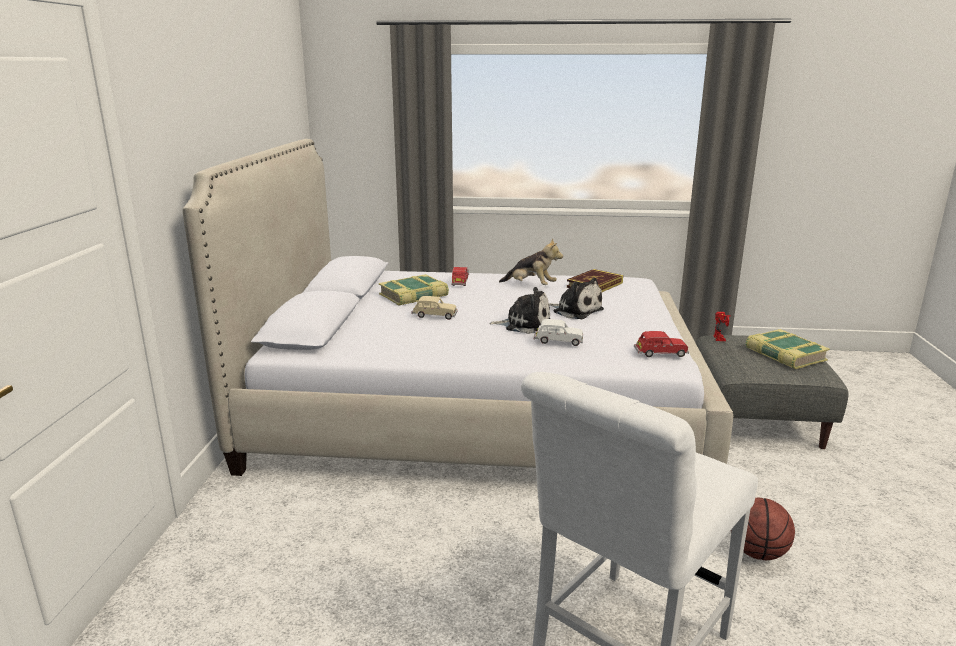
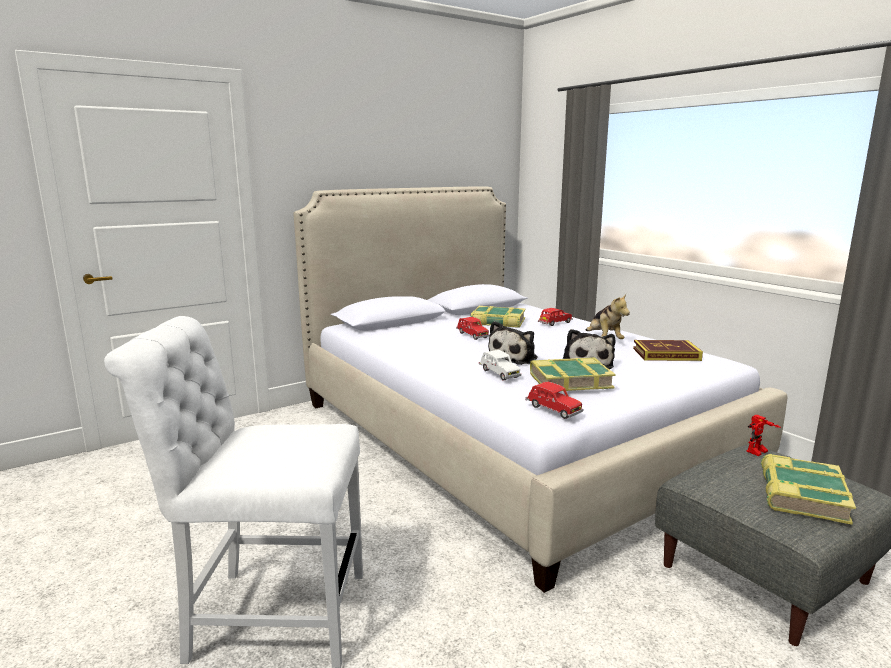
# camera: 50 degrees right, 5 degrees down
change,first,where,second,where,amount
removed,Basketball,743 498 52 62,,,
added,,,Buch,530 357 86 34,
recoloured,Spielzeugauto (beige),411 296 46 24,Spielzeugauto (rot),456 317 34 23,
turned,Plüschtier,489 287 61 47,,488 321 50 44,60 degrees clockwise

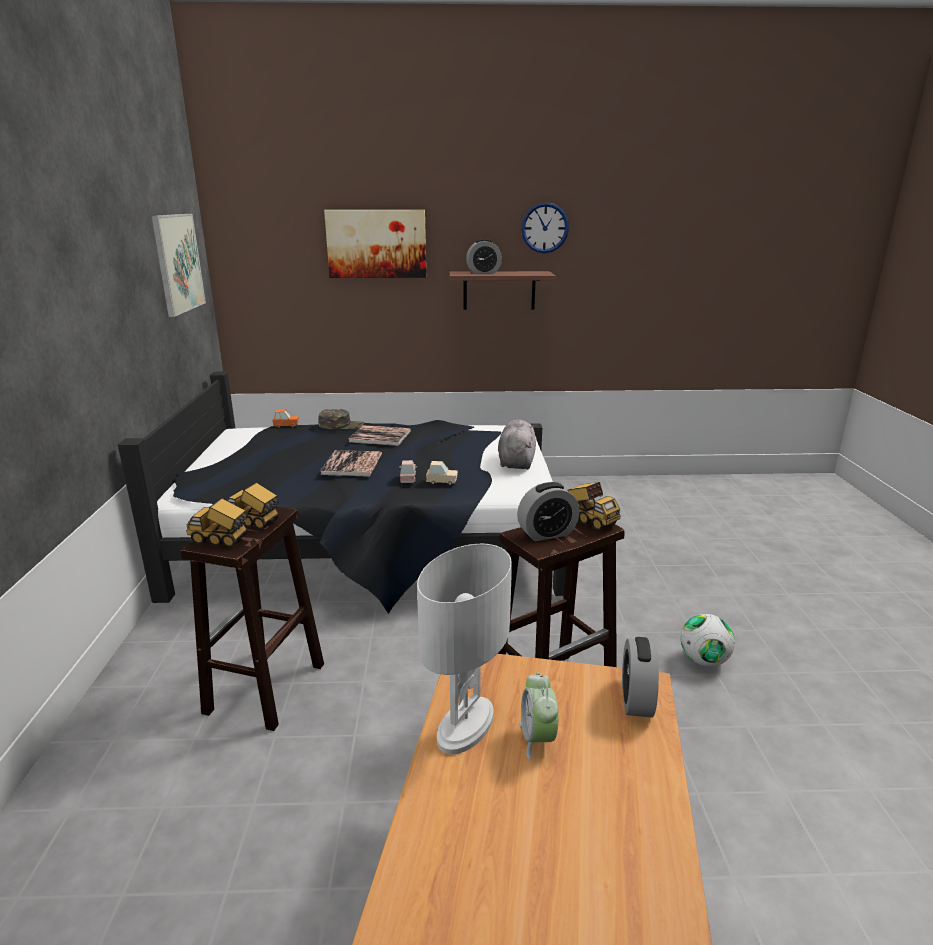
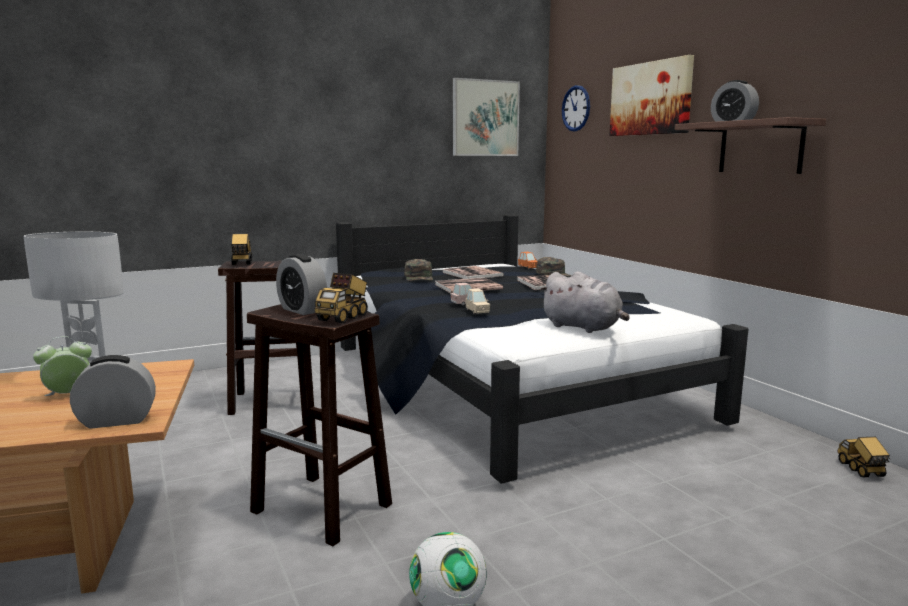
# camera: 65 degrees right, 10 degrees down
change,first,where,second,where,amount
added,,,Kappe (grün),404 259 29 22,
added,,,Buch,442 266 62 13,
moved,Spielzeuglaster,226 482 53 48,,837 437 53 40,
moved,Wanduhr,521 202 48 51,,562 85 28 46,
turned,Plüschtier (grau),498 420 38 49,,540 272 90 61,60 degrees clockwise

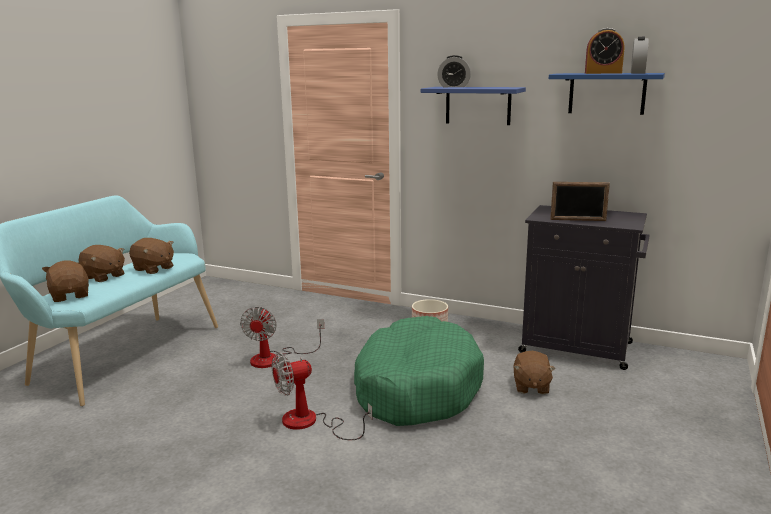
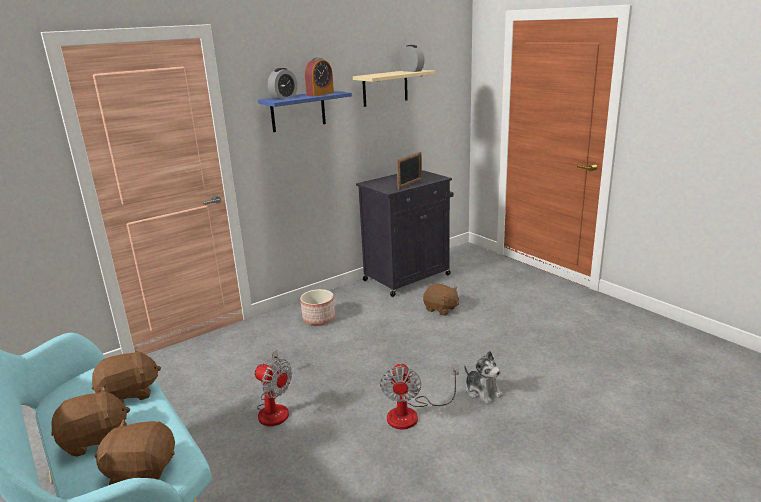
# camera: 60 degrees left, 5 degrees up
change,first,where,second,where,amount
removed,Hundebett (grün),354 316 130 110,,,
added,,,Plüschtier,464 351 39 53,
moved,Wecker,585 28 39 46,,305 58 29 38,
recoloured,Wandregal (blau),549 73 116 42,Wandregal (beige),353 70 82 37,

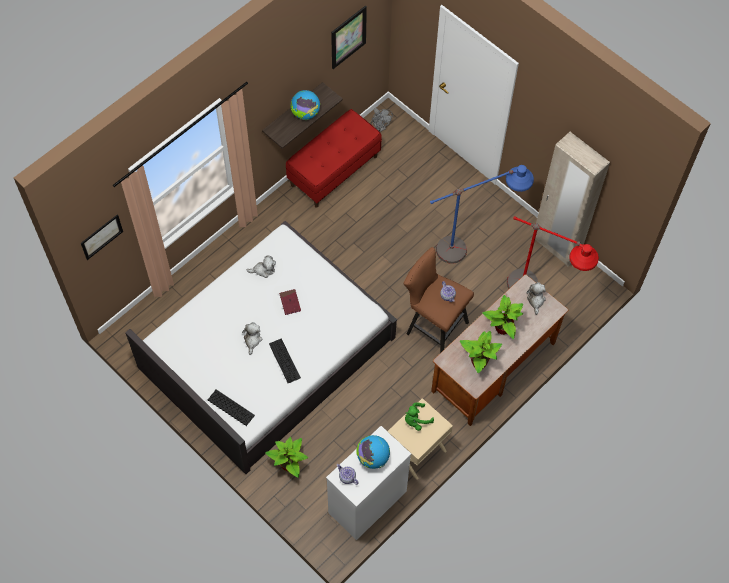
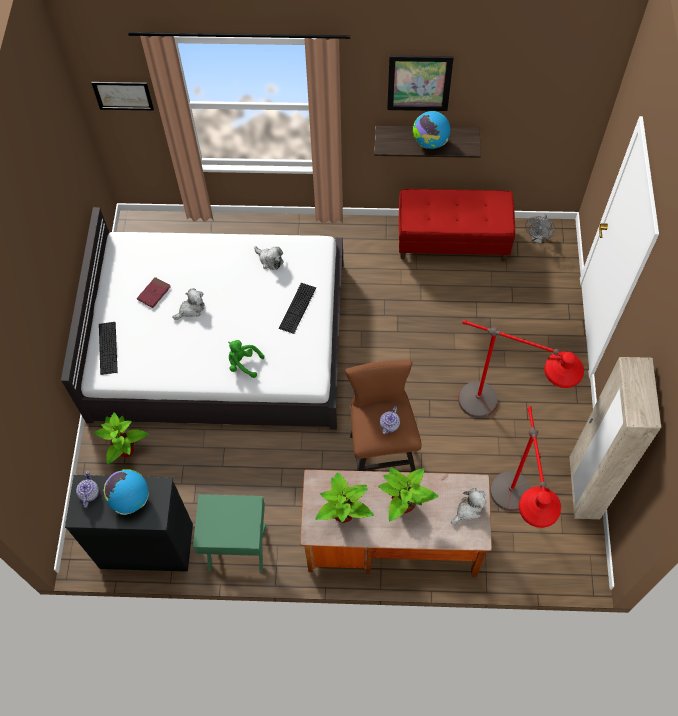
# camera: 50 degrees right, 0 degrees up
change,first,where,second,where,amount
moved,Tastatur,269 338 32 45,,279 283 37 51,
moved,Buch (rot),279 289 22 26,,137 277 34 31,
moved,Bild,331 5 36 64,,387 55 67 56,
moved,Plüschtier (grün),405 402 29 29,,228 340 37 38,
recoloured,Kommode (weiß),326 426 85 114,Kommode (schwarz),65 475 128 97,
recoloured,Nachttisch (beige),387 398 66 82,Nachttisch (grün),193 494 73 79,
recoloured,Stehlampe (blau),430 165 104 99,Stehlampe (rot),458 320 126 98,

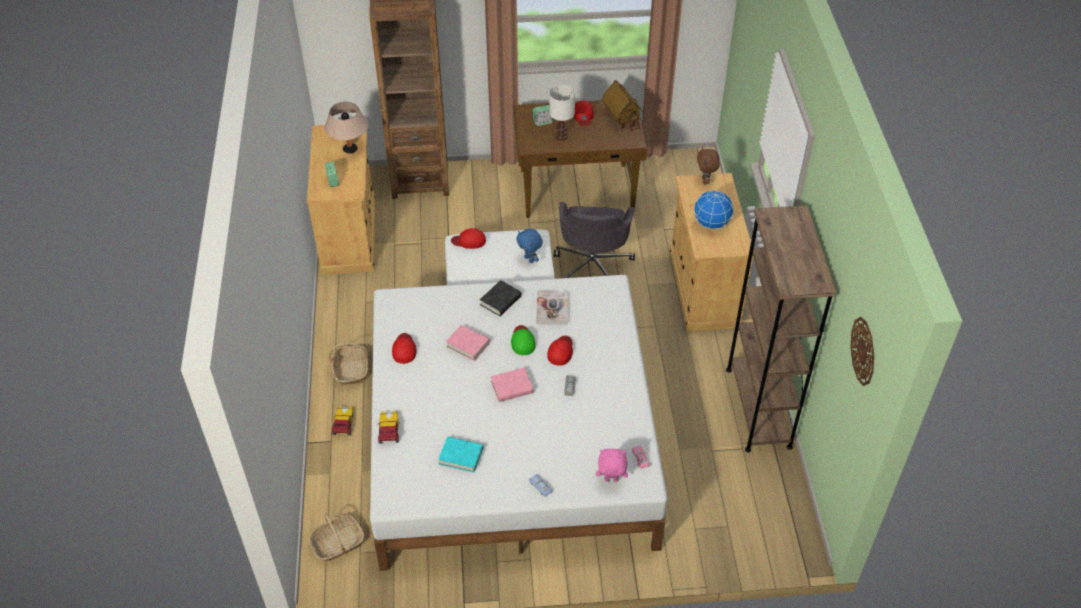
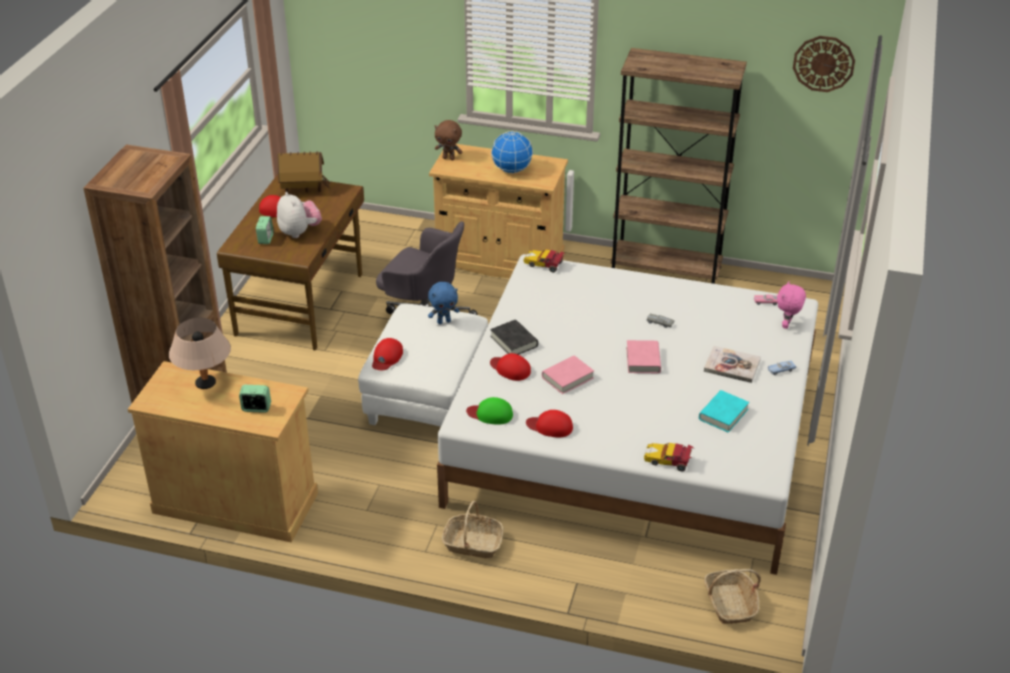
# camera: 70 degrees left, 10 degrees down
change,first,where,second,where,amount
moved,Spielzeugauto,332 406 22 29,,523 249 42 24,
moved,Kappe (grün),511 325 24 30,,466 397 47 28,
moved,Buch,536 291 32 34,,704 346 57 37,
moved,Kappe (rot),547 336 26 30,,490 353 41 28,
replaced,Tischlampe (weiß),549 85 26 55,Plüschtier,277 192 45 46,

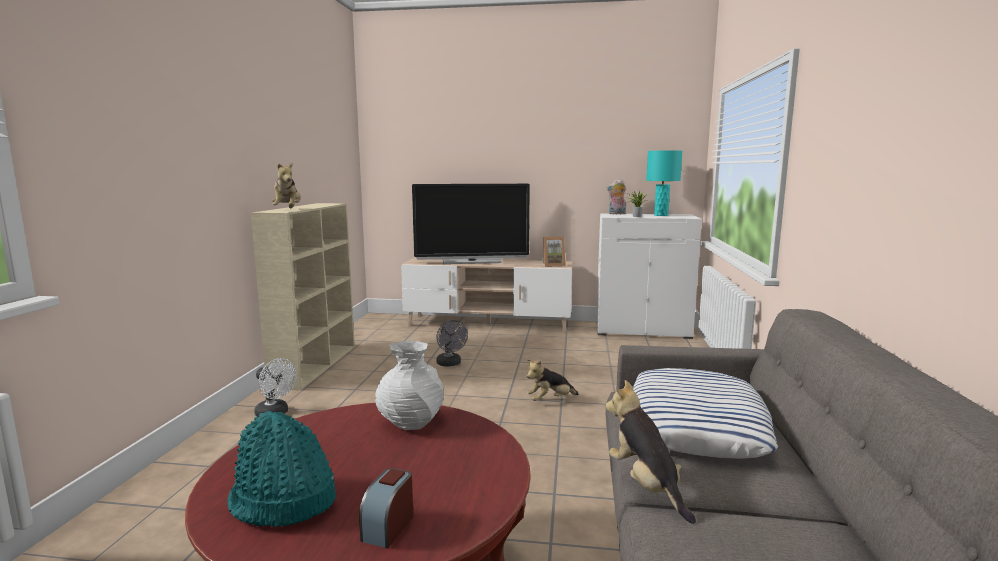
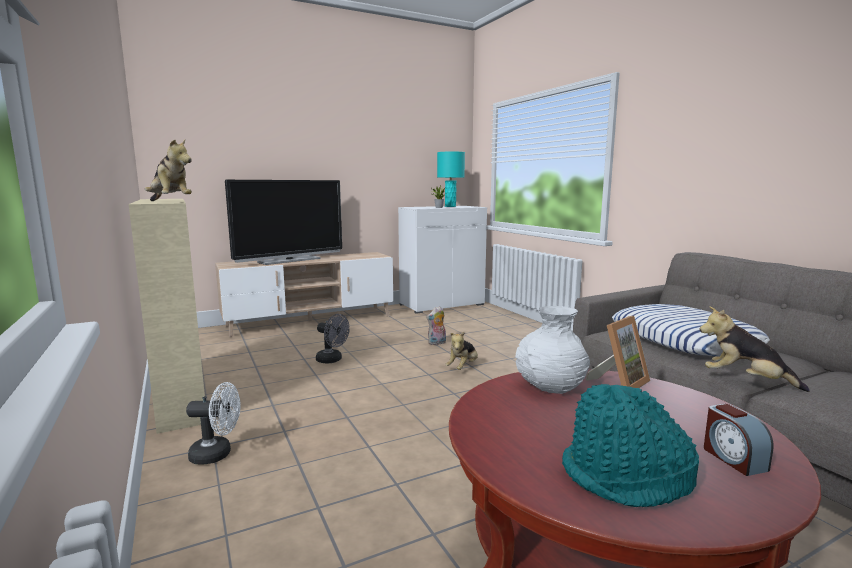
# camera: 35 degrees left, 0 degrees up
change,first,where,second,where,amount
moved,Bilderrahmen,542 237 24 30,,586 316 64 72,
moved,Plüschtier,606 179 20 35,,426 306 20 39,

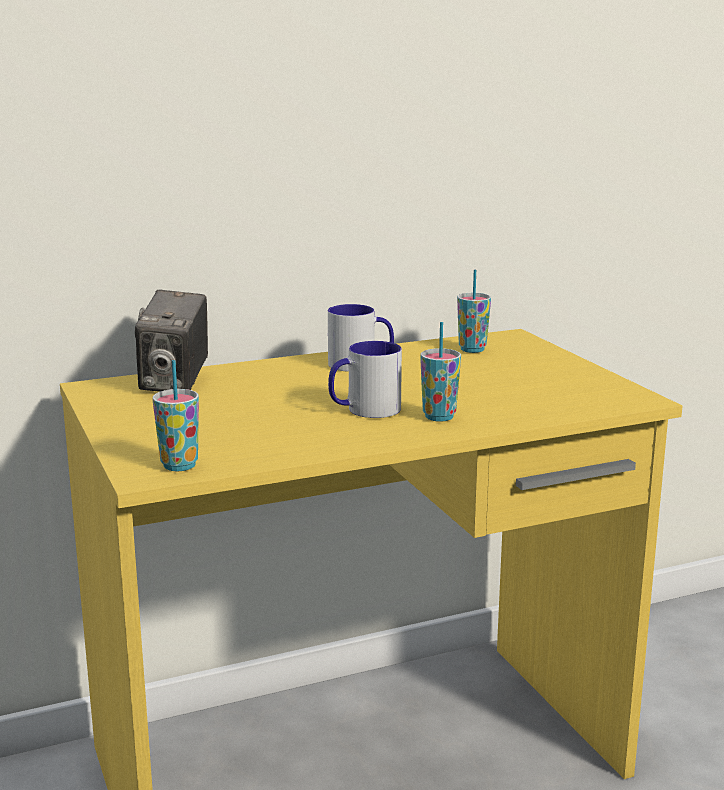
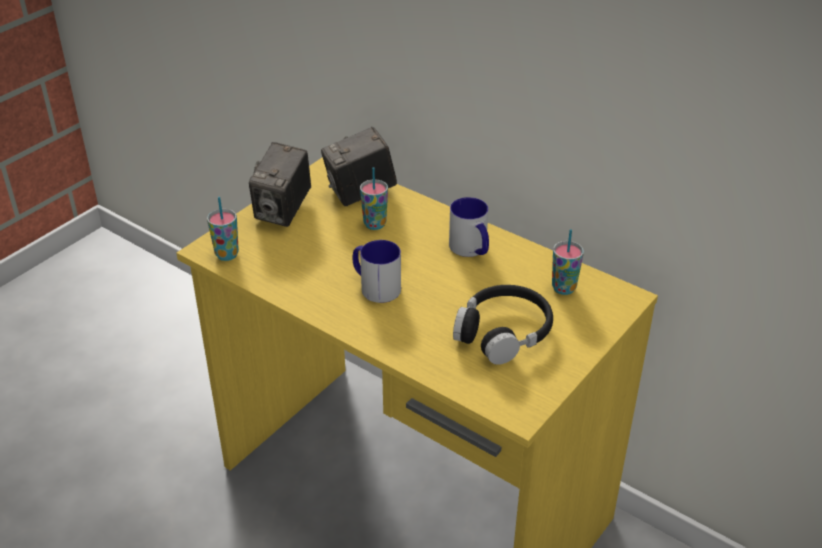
# camera: 60 degrees right, 20 degrees up
change,first,where,second,where,amount
added,,,Kamera,249 142 62 85,
added,,,Kopfhörer (schwarz),453 285 100 80,
moved,Tasse,420 322 41 100,,360 167 28 63,

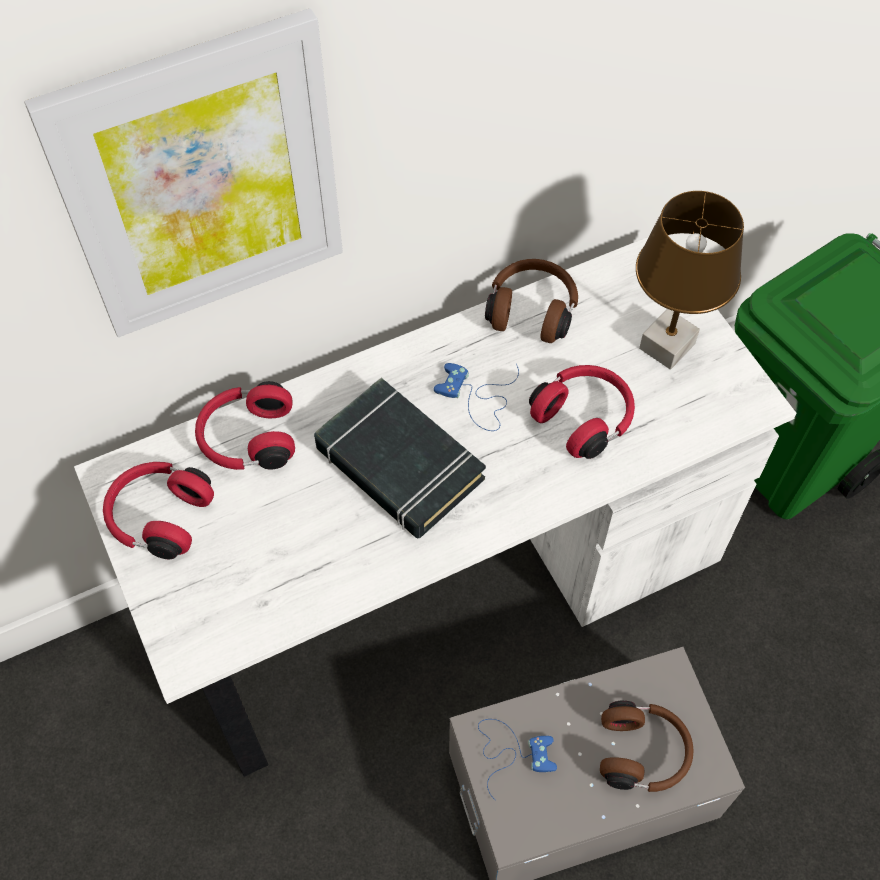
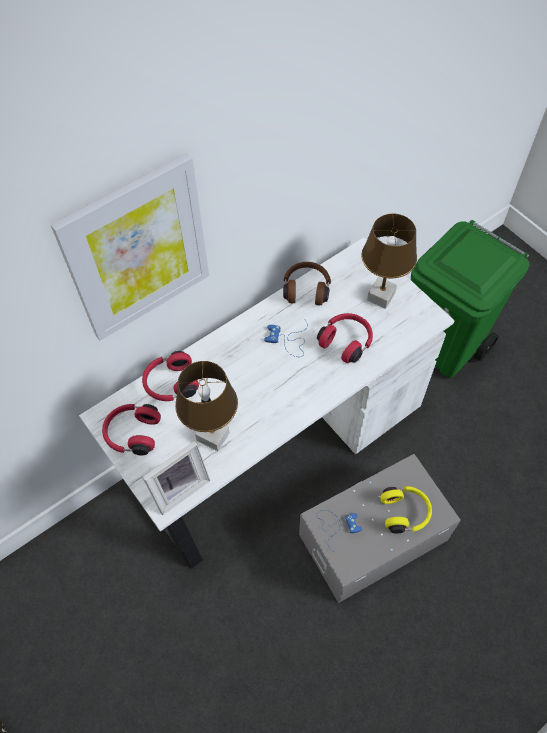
# camera: 10 degrees left, 0 degrees up
change,first,where,second,where,amount
removed,Buch (schwarz),314 378 172 160,,,
added,,,Bilderrahmen,142 441 68 74,
added,,,Tischlampe (braun),175 361 63 90,
recoloured,Kopfhörer (braun),600 700 94 92,Kopfhörer (gelb),380 486 52 48,

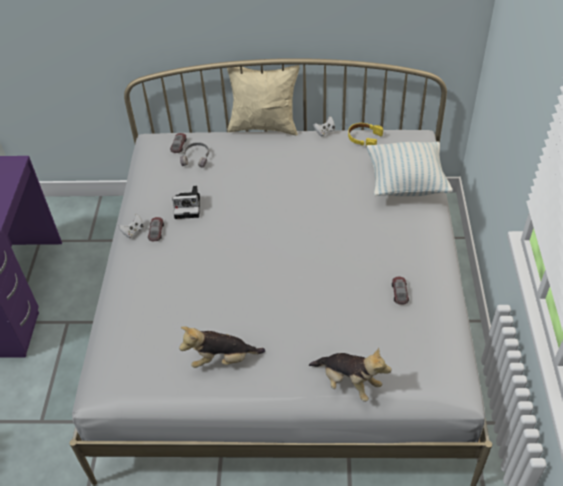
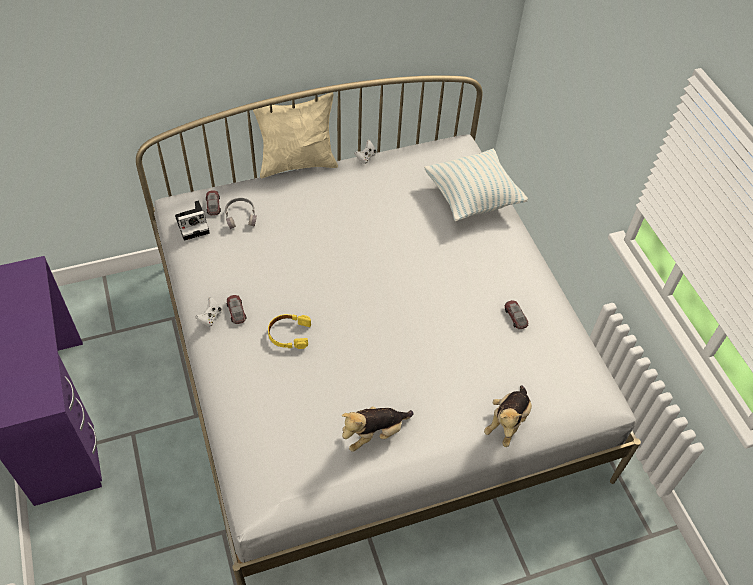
# camera: 25 degrees left, 5 degrees up
change,first,where,second,where,amount
moved,Kamera,172 186 28 33,,175 200 35 41,
moved,Kopfhörer (gelb),348 123 35 23,,268 314 43 35,
turned,Plüschtier,309 348 82 54,,484 385 48 62,105 degrees clockwise

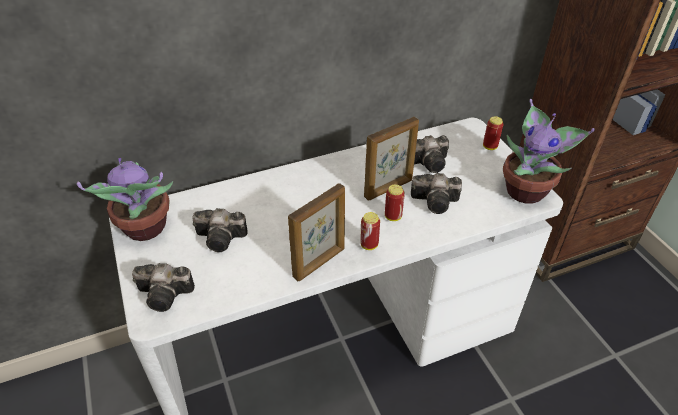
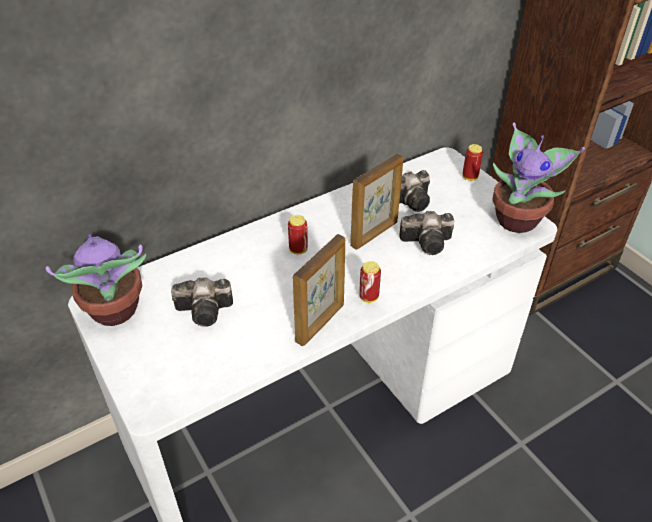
# camera: 10 degrees left, 0 degrees up
change,first,where,second,where,amount
removed,Kamera,132 263 63 49,,,
moved,Dose,385 184 20 37,,288 215 20 39,

